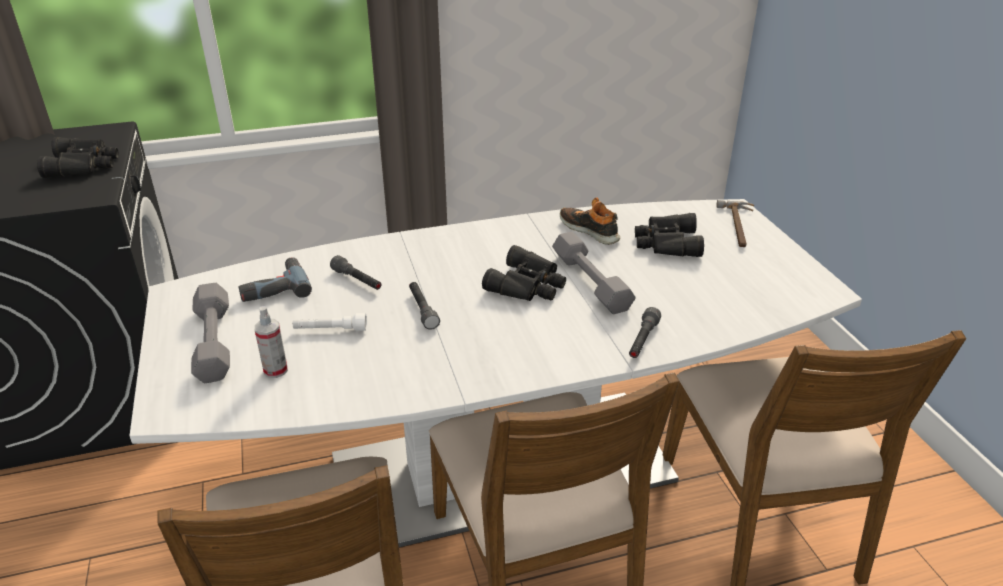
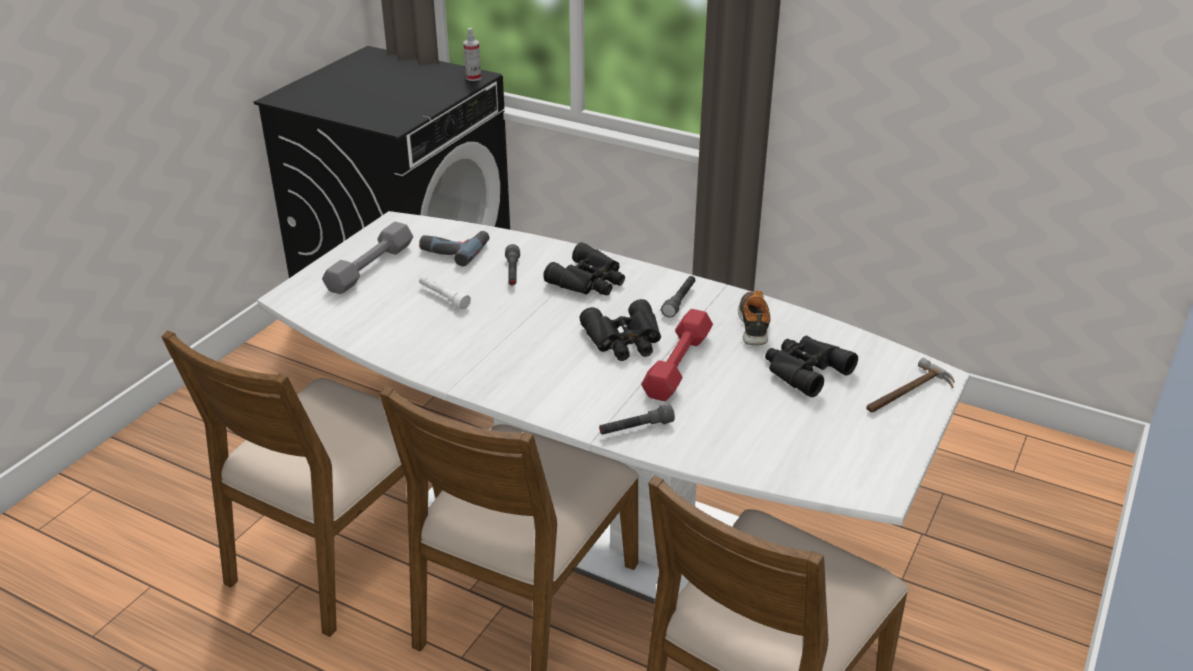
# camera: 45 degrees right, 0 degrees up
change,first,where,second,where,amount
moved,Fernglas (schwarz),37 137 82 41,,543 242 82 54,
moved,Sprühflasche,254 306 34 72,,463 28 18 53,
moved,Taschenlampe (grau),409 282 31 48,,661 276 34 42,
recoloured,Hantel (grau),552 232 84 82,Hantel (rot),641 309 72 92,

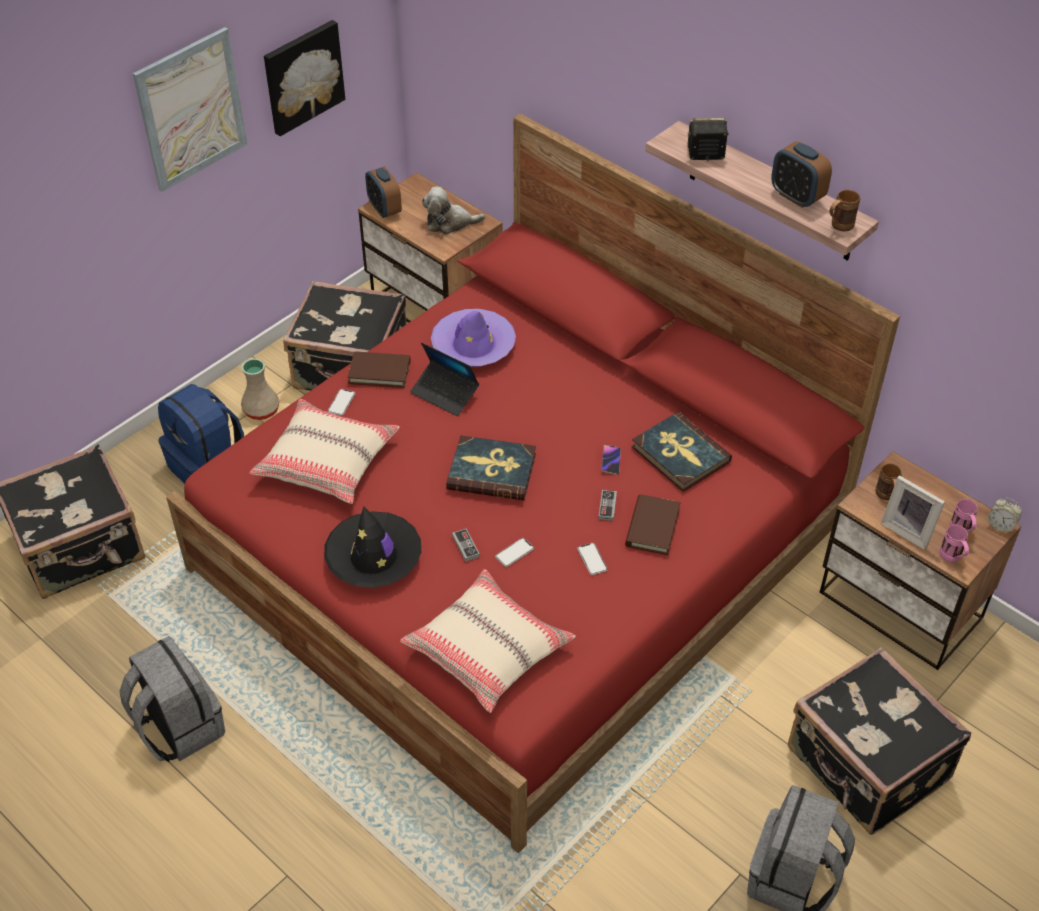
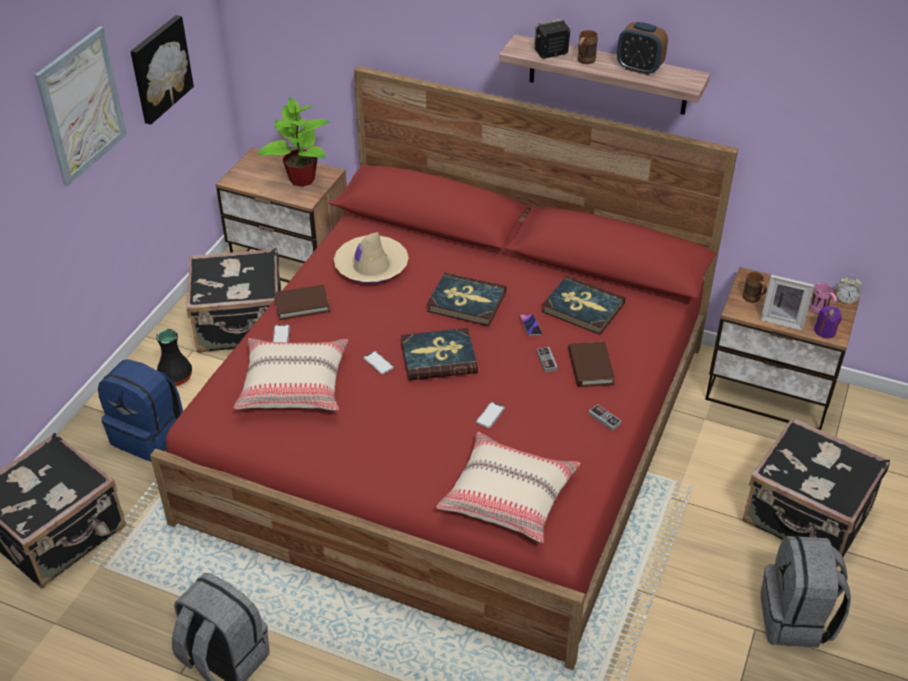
# camera: 20 degrees left, 5 degrees down
change,first,where,second,where,amount
removed,Hut (schwarz),324 507 97 81,,,
removed,Wecker,365 167 37 51,,,
removed,Laptop,410 343 69 73,,,
added,,,Buch,427 272 80 54,
moved,Gamepad,452 529 28 33,,588 404 34 27,
moved,Handy,577 543 31 32,,363 351 31 23,
moved,Henkelbecher (braun),829 190 31 42,,578 30 20 34,
replaced,Plüschtier,422 186 63 48,Topfpflanze,257 97 73 90,
replaced,Henkelbecher (rosa),939 525 30 37,Kerze (lila),814 306 28 32,
recoloured,Vase (beige),241 358 38 62,Vase (schwarz),156 329 36 57,
recoloured,Hut (lila),431 309 85 58,Hut (beige),334 232 75 52,

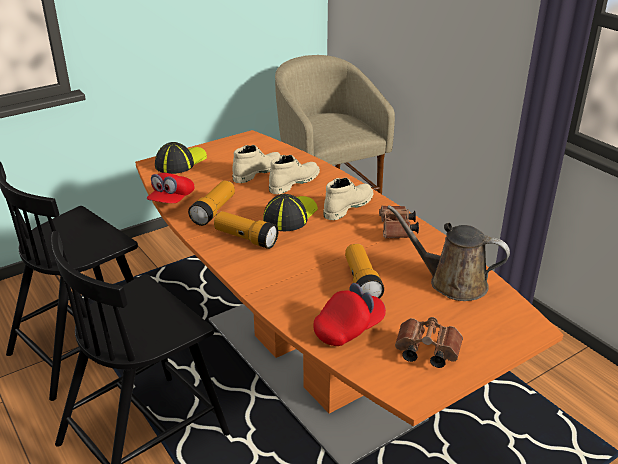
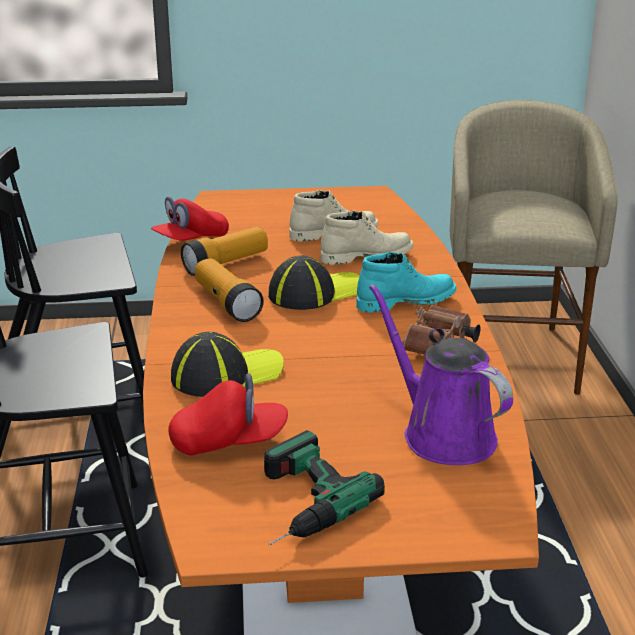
# camera: 30 degrees right, 5 degrees down
change,first,where,second,where,amount
removed,Taschenlampe,345 244 39 55,,,
moved,Kappe,155 142 52 32,,171 332 113 65,
replaced,Fernglas (braun),395 317 68 51,Bohrmaschine,264 430 121 116,
recoloured,Stiefel (beige),323 178 50 42,Stiefel (türkis),356 252 100 61,
recoloured,Gießkanne (braun),387 205 123 96,Gießkanne (lila),369 284 144 181,

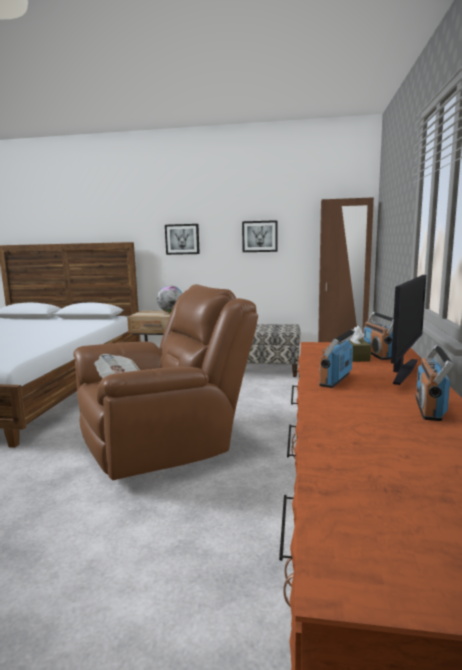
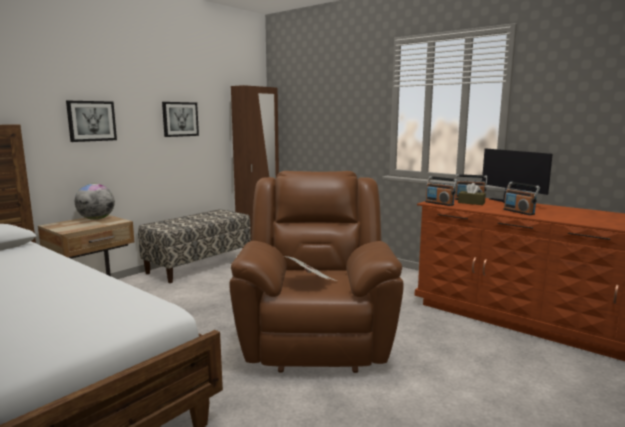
# camera: 60 degrees left, 0 degrees up
change,first,where,second,where,amount
moved,Radio,415 345 39 76,,425 176 33 30,

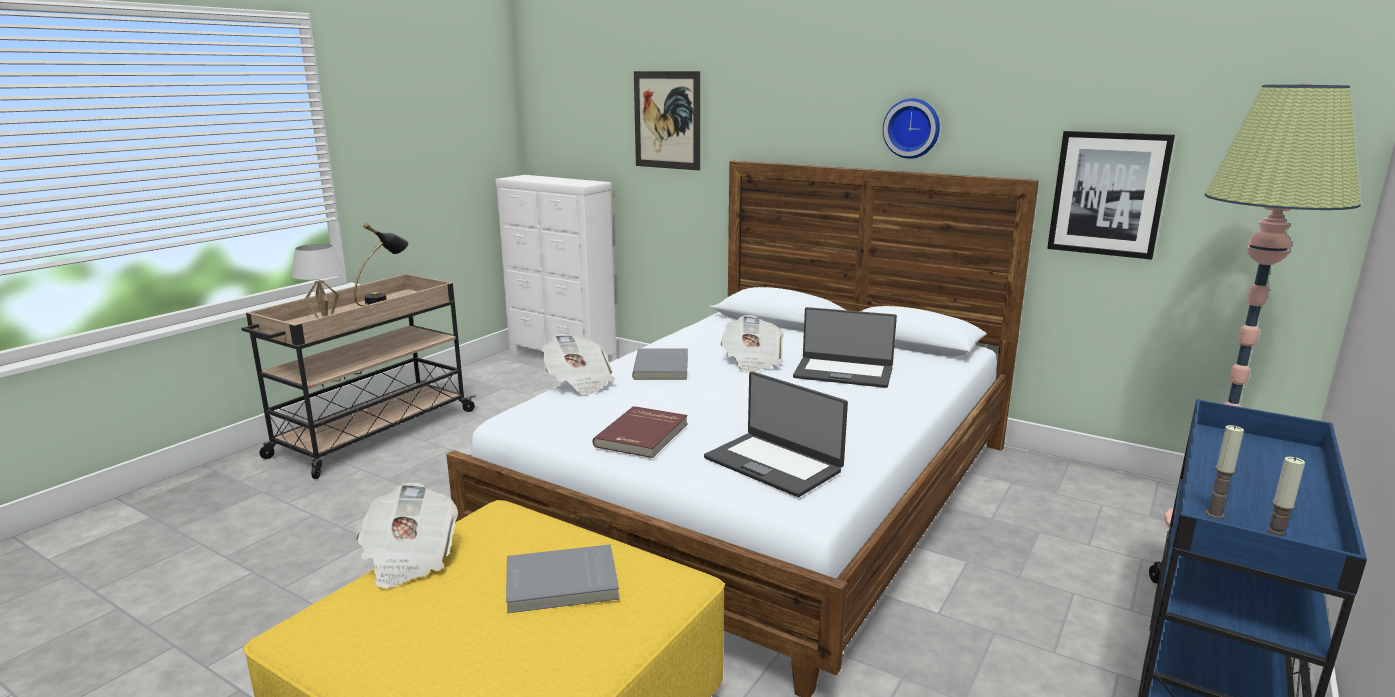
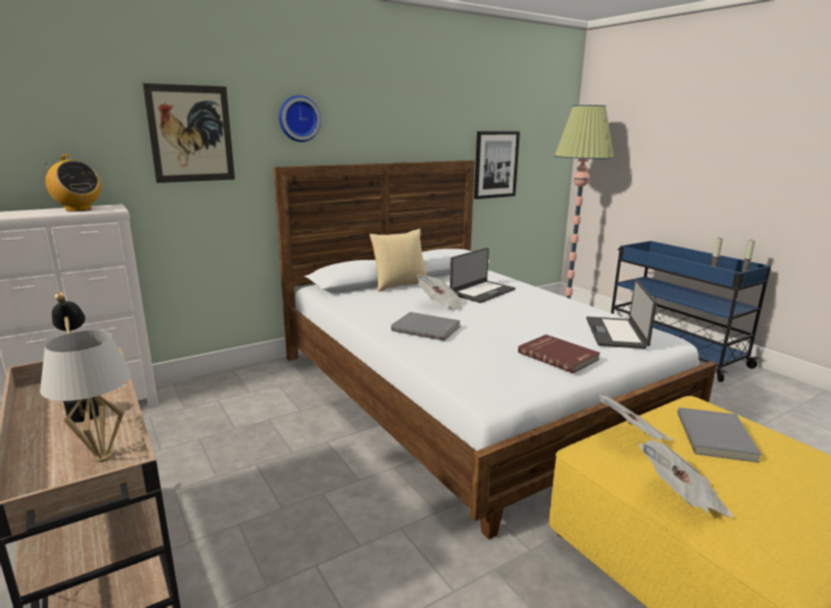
# camera: 65 degrees left, 0 degrees up
change,first,where,second,where,amount
added,,,Radio,45 154 56 58,
added,,,Kissen,369 229 58 63,
moved,Zeitung,542 334 73 61,,598 395 76 46,
moved,Wanduhr,883 98 57 61,,279 95 42 47,
turned,Laptop,704 371 144 126,,586 279 71 70,120 degrees clockwise

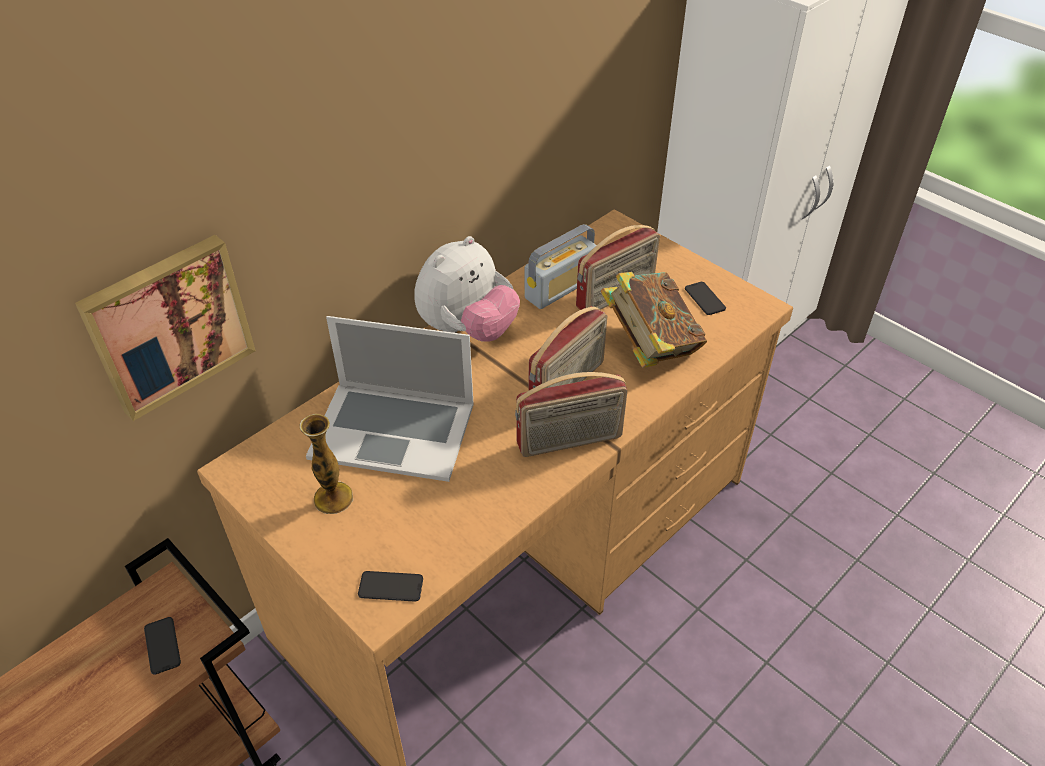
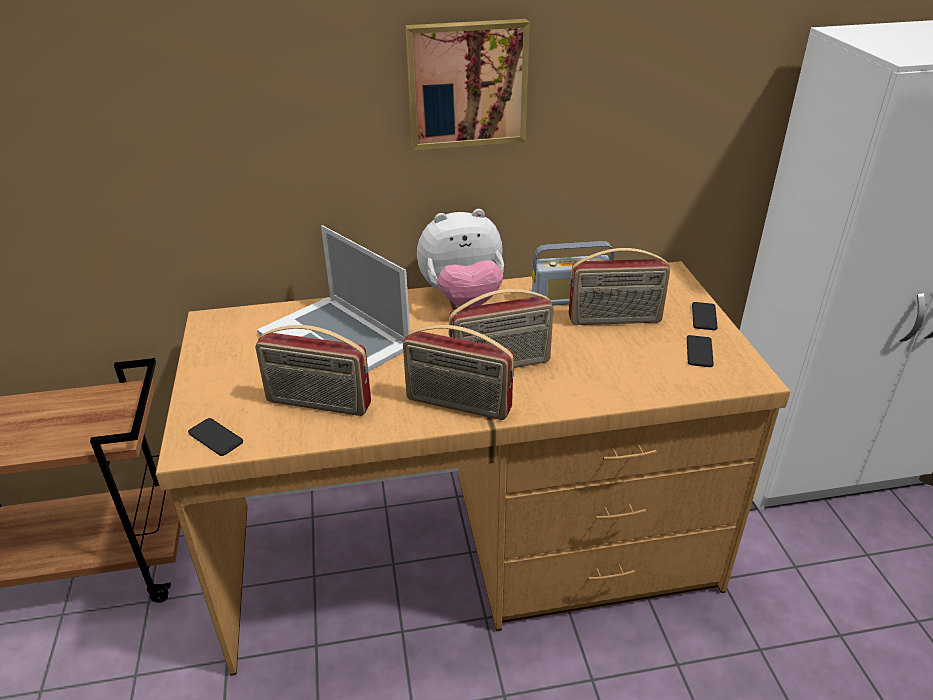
# camera: 35 degrees right, 10 degrees down
change,first,where,second,where,amount
removed,Vase,300 414 53 100,,,
removed,Buch,601 272 106 96,,,
added,,,Radio,255 325 116 91,
moved,Bild,75 235 181 186,,405 19 125 131,
moved,Handy,144 617 37 58,,692 302 26 28,

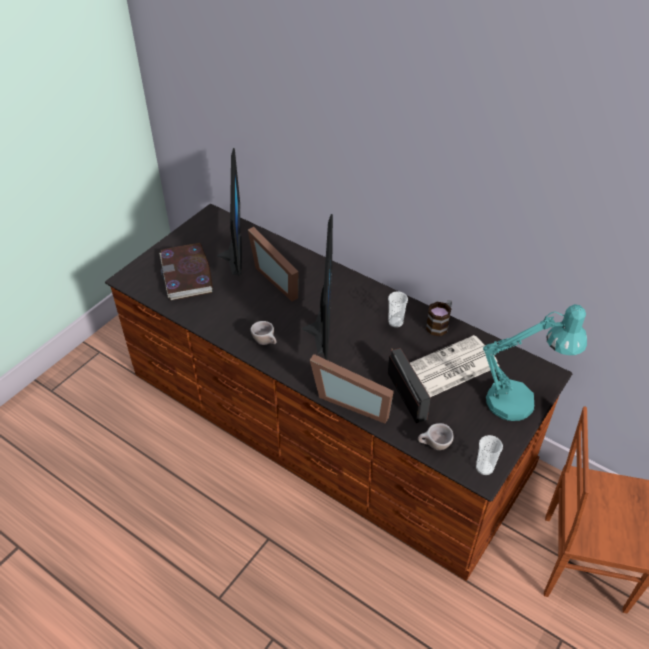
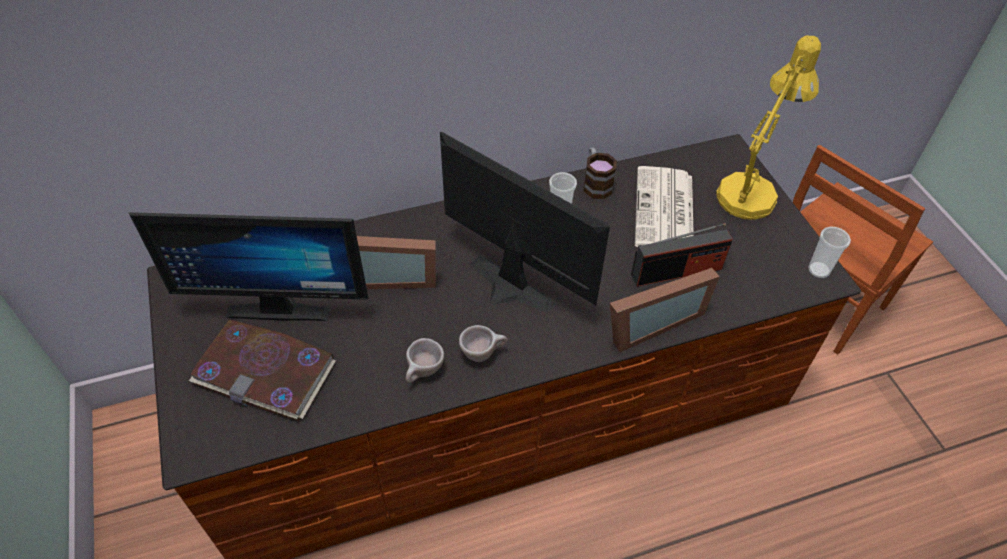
# camera: 55 degrees left, 5 degrees up
change,first,where,second,where,amount
moved,Tasse (beige),418 423 36 27,,406 338 38 45,
recoloured,Tischlampe (türkis),483 304 104 117,Tischlampe (gelb),716 35 105 185,
turned,Monitor,217 148 25 128,,128 212 241 109,150 degrees clockwise
turned,Radio,388 348 43 75,,631 223 101 64,150 degrees clockwise

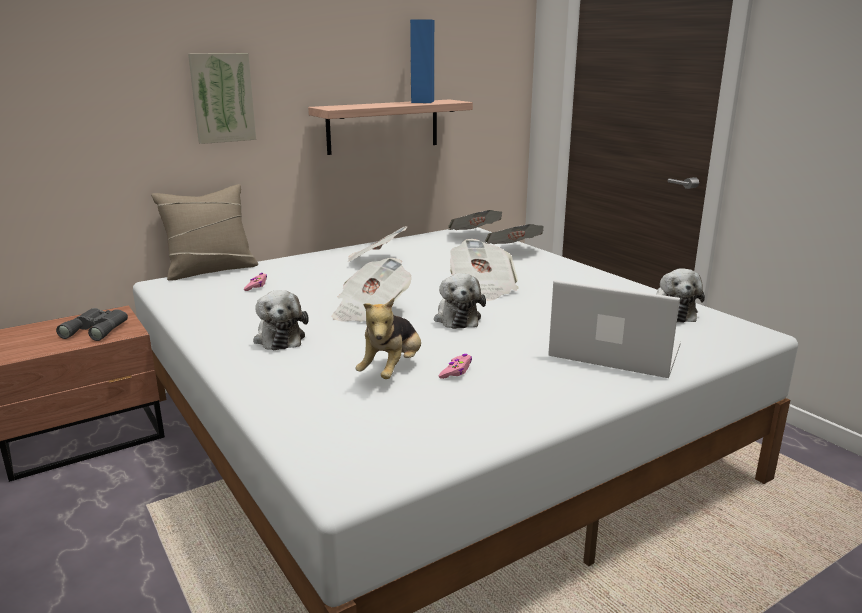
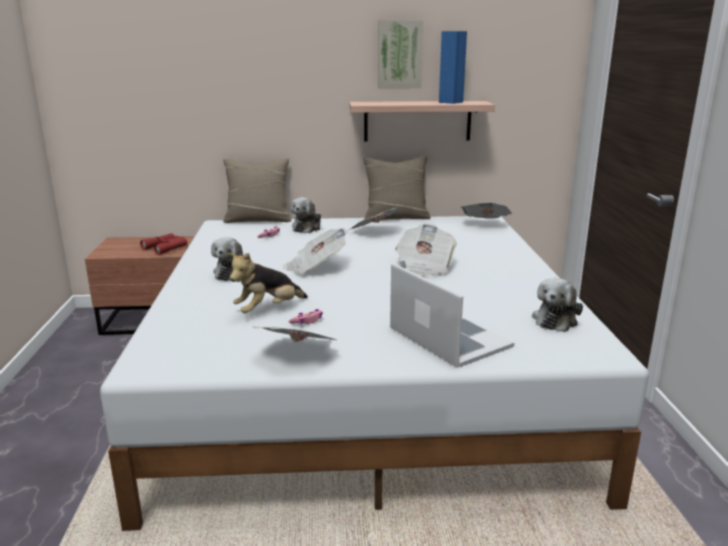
# camera: 30 degrees right, 0 degrees up
change,first,where,second,where,amount
added,,,Kissen (beige),363 156 68 64,
moved,Bild,188 53 68 91,,378 20 45 69,
moved,Plüschtier,434 273 52 56,,290 197 31 36,
moved,Zeitung,485 224 59 20,,253 326 83 16,
recoloured,Fernglas (grau),56 308 72 33,Fernglas (rot),140 233 47 22,

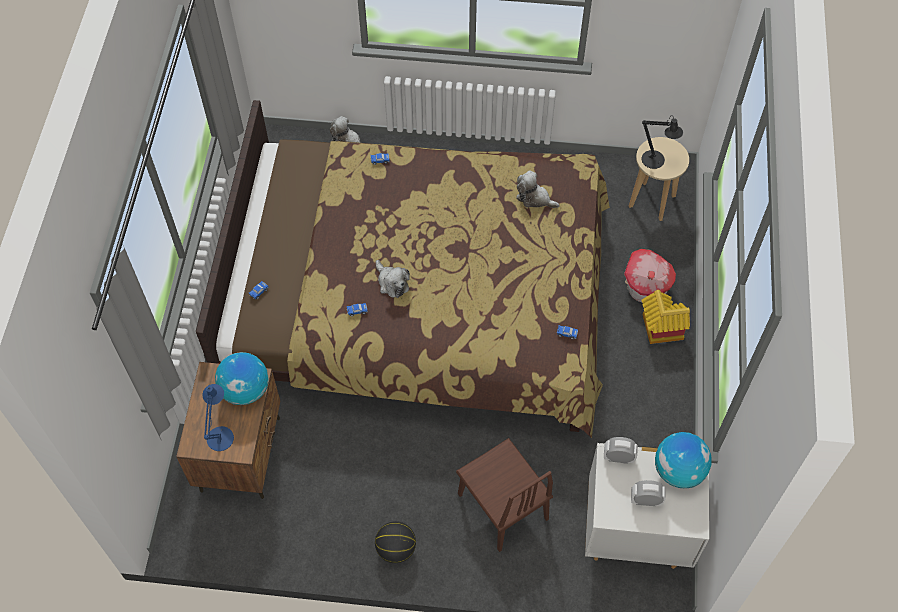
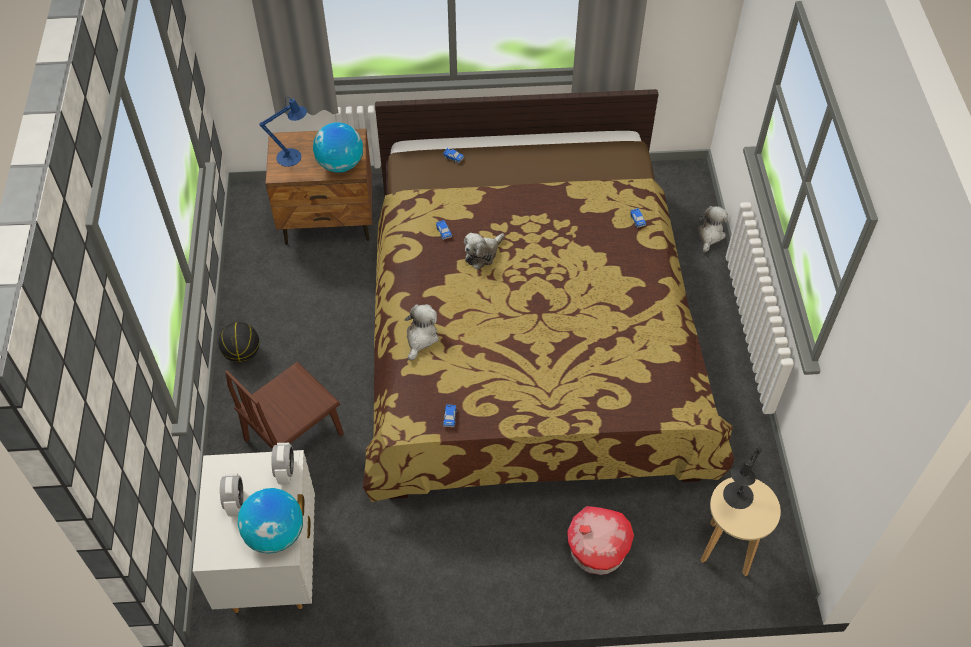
# camera: 80 degrees right, 5 degrees down
change,first,where,second,where,amount
removed,Spielzeughaus,641 290 49 54,,,
moved,Plüschtier,516 170 43 38,,405 304 34 56,

